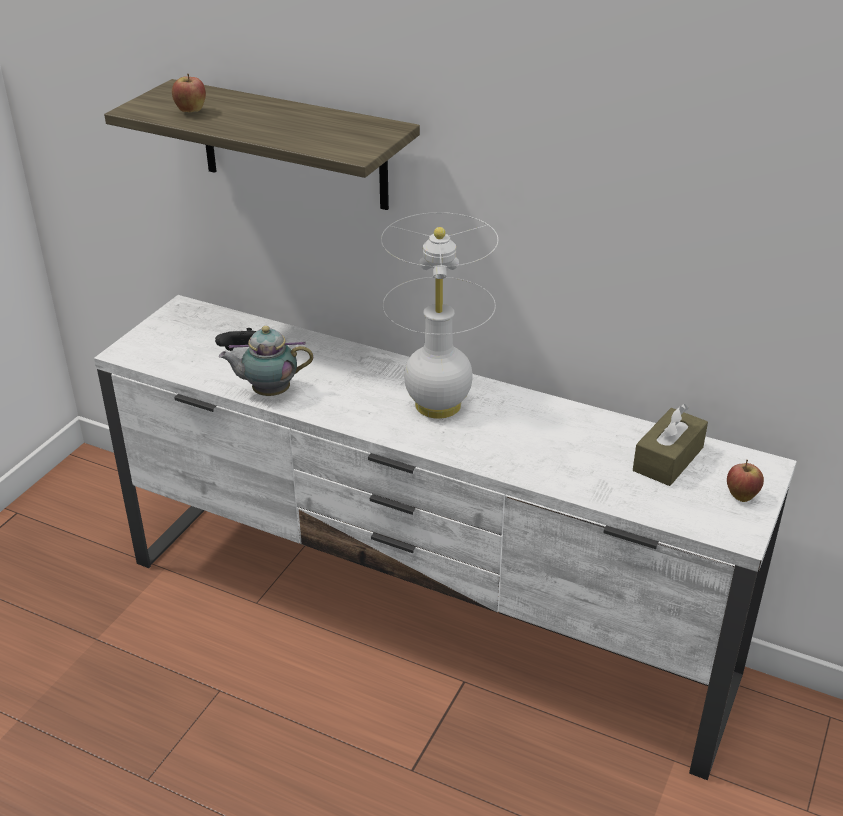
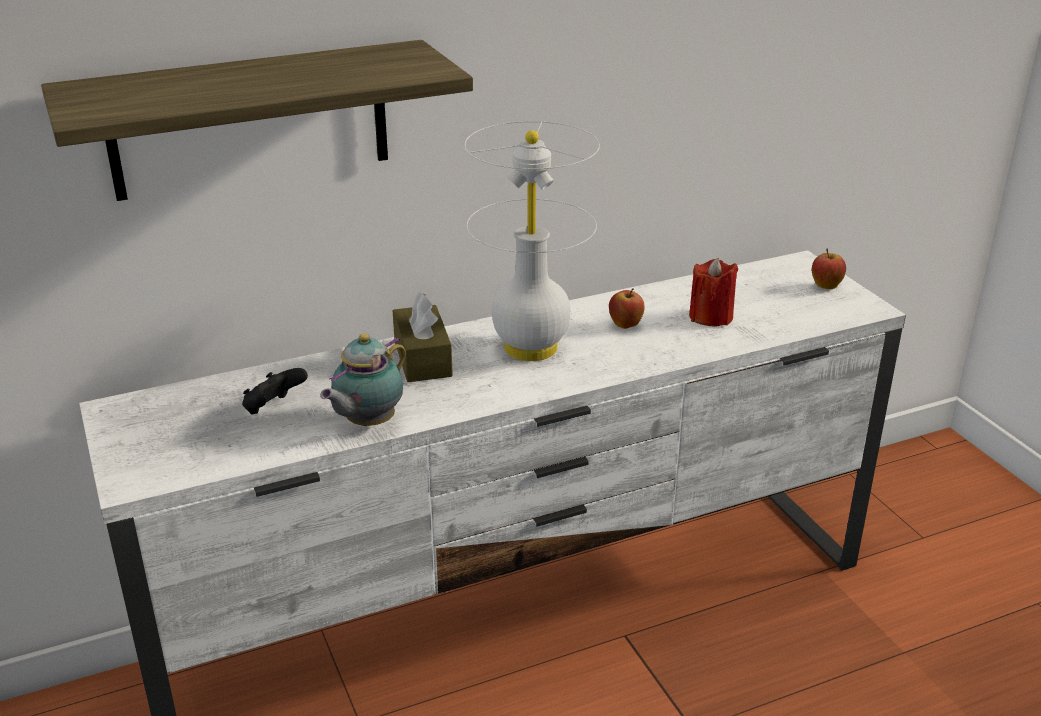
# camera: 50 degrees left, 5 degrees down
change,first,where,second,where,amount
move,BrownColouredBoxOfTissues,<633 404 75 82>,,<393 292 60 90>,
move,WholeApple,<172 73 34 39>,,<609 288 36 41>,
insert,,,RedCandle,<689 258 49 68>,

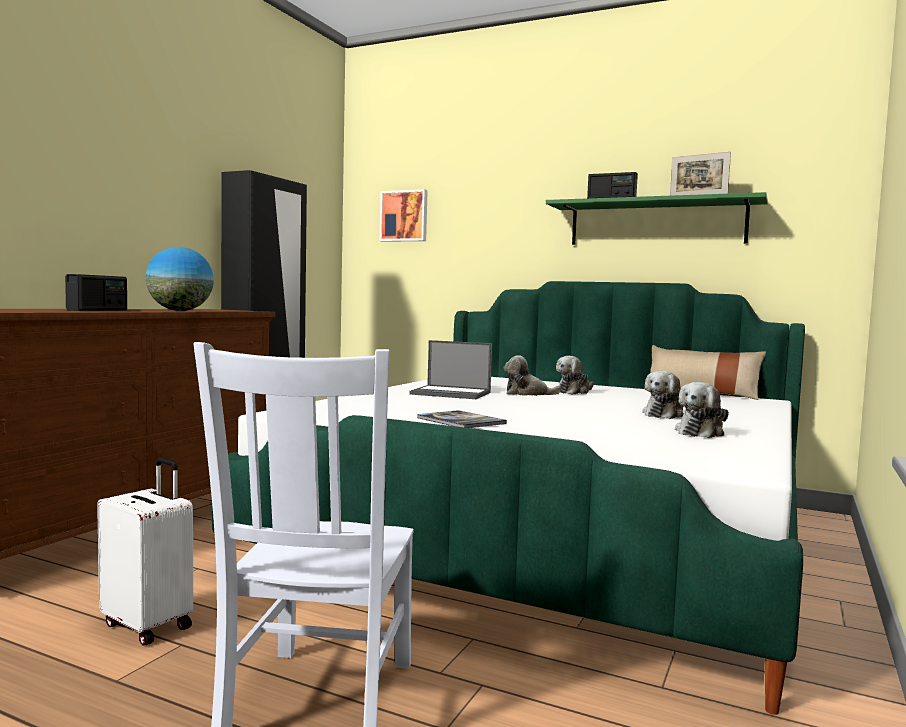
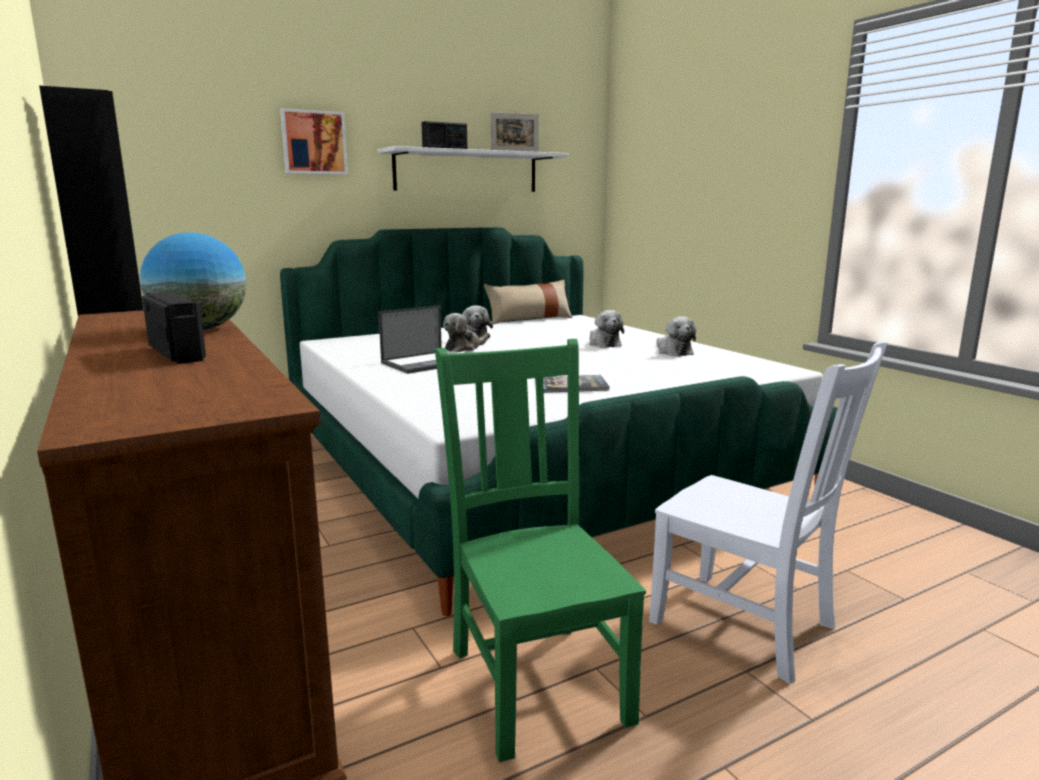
# camera: 55 degrees left, 10 degrees up
change,first,where,second,where,amount
move,WallPicture,<380 189 48 53>,,<280 108 68 67>,
recolor,GreenColouredBracketShelf,<546 192 222 53>,WhiteBracketShelf,<378 146 191 46>,
replace,WhiteTravelCase,<97 458 96 188>,GreenColouredChair,<435 339 211 423>,

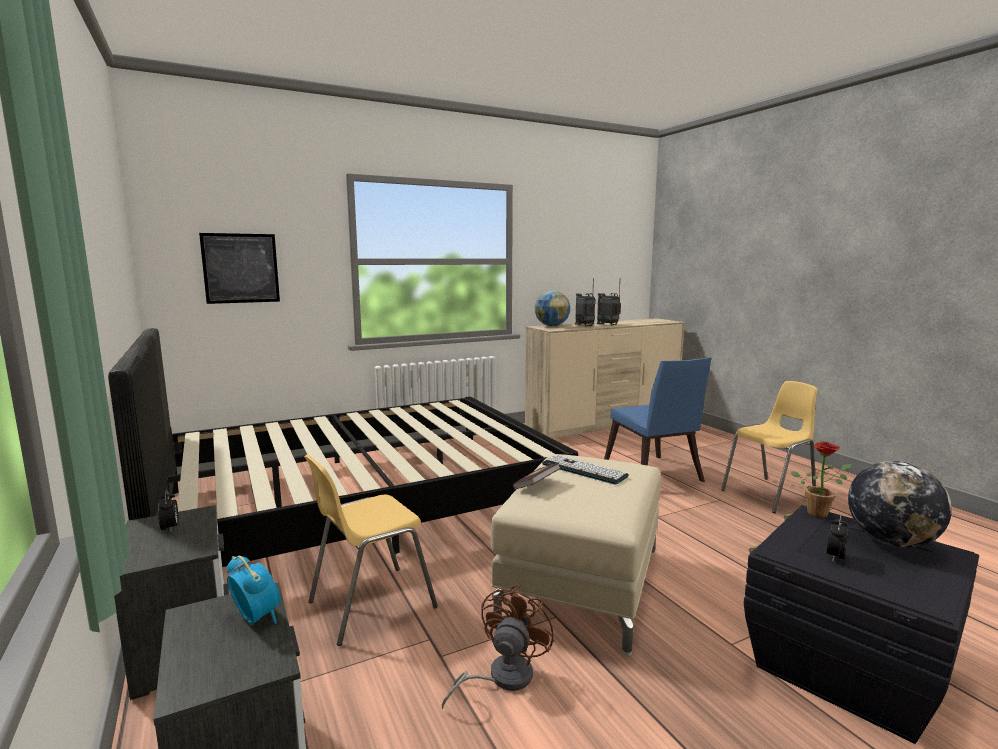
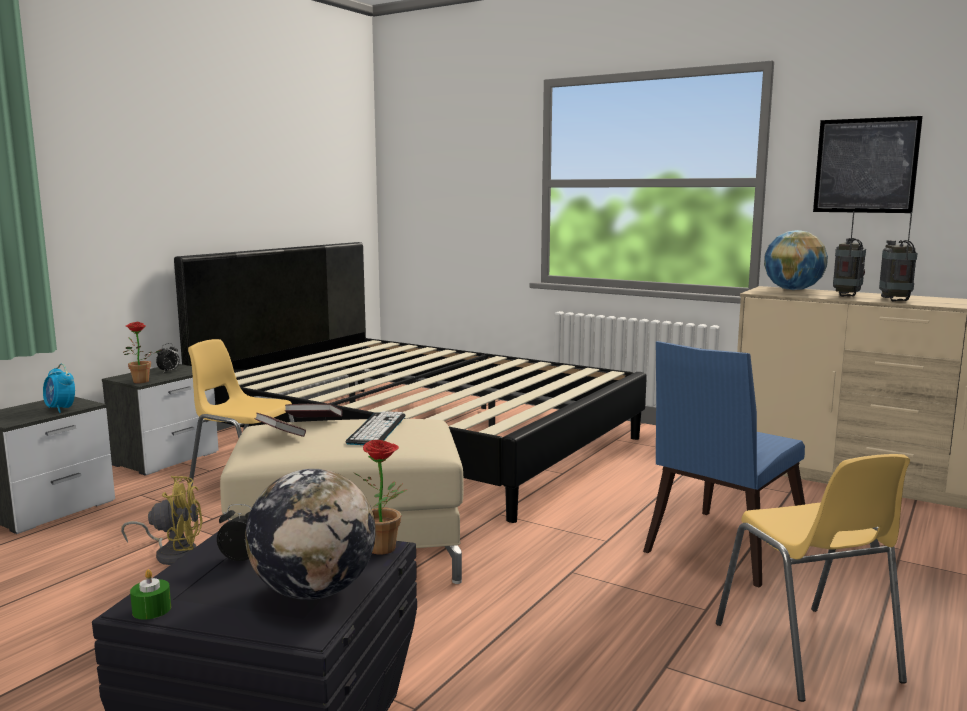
# camera: 60 degrees right, 0 degrees up
change,first,where,second,where,amount
rotate,TableClock,<227 556 53 68>,,<43 363 32 50>,120 degrees clockwise
recolor,BrownColouredCoolingFan,<441 585 113 124>,YellowCoolingFan,<121 476 82 89>,
insert,,,PottedPlant,<123 322 38 61>,
insert,,,GreenColouredCandle,<130 569 41 51>,
insert,,,Volume,<255 413 51 24>,
rotate,YellowChair,<721 381 96 132>,,<716 454 194 248>,45 degrees clockwise
move,WallPicture,<199 233 81 71>,,<813 116 110 97>,

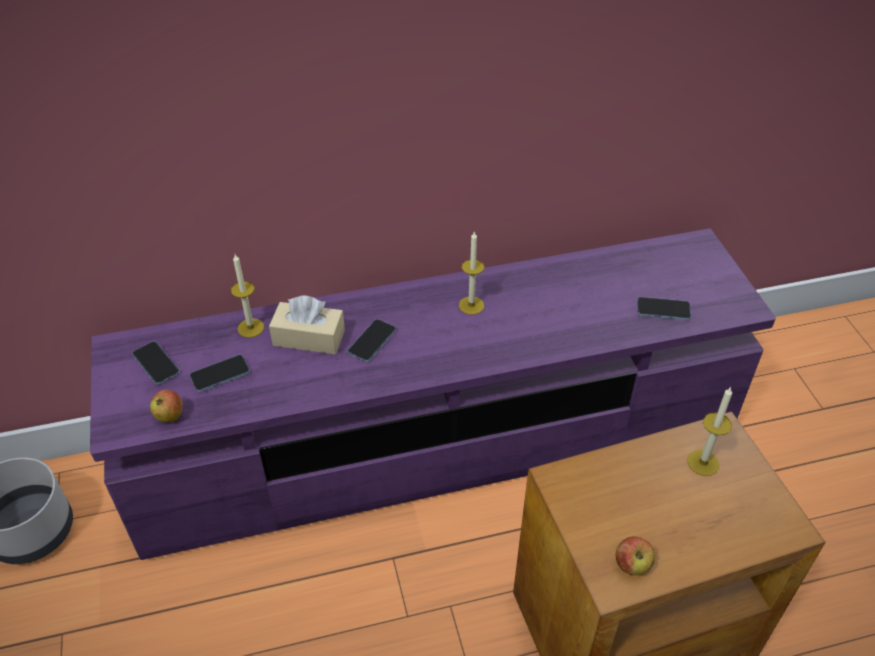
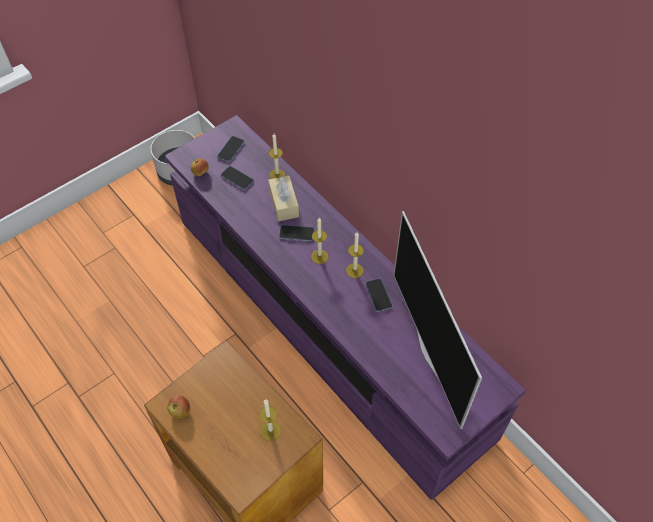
# camera: 65 degrees right, 10 degrees up
change,first,where,second,where,amount
insert,,,Candle,<311 218 17 46>,
move,Phone,<637 297 54 23>,,<365 278 27 34>,
insert,,,Television,<394 211 88 218>,

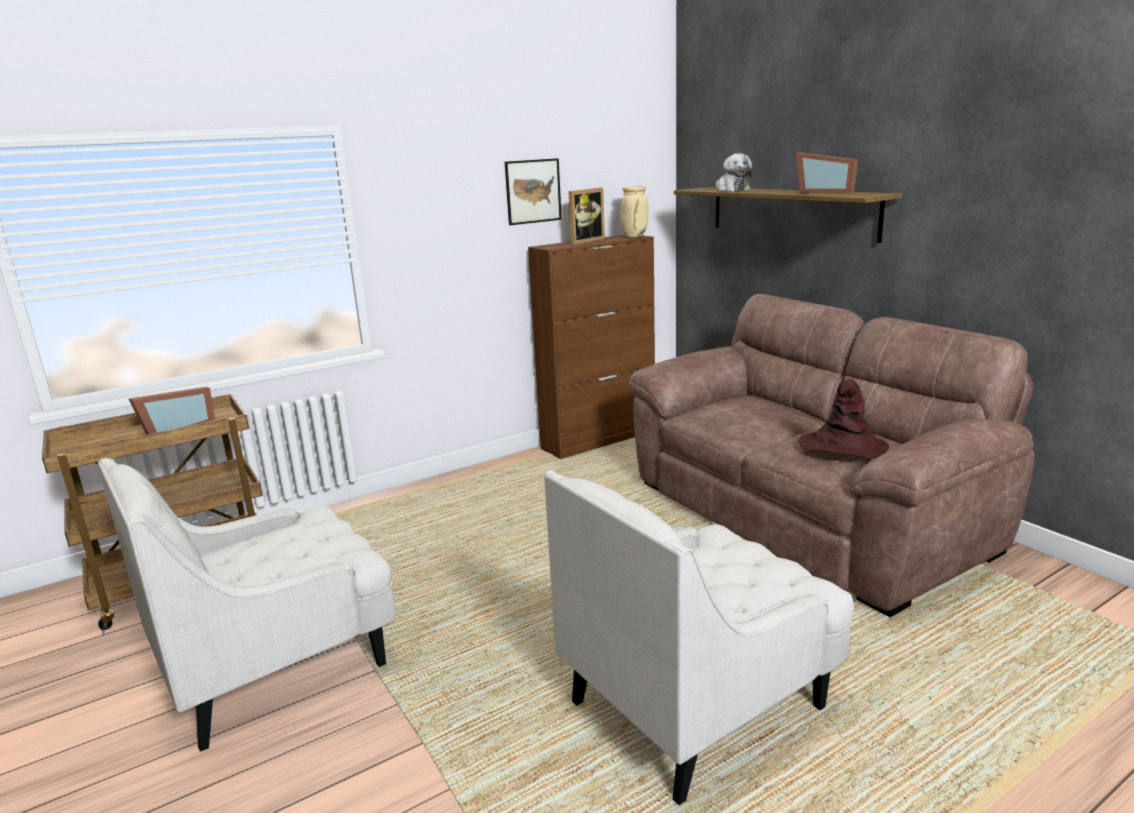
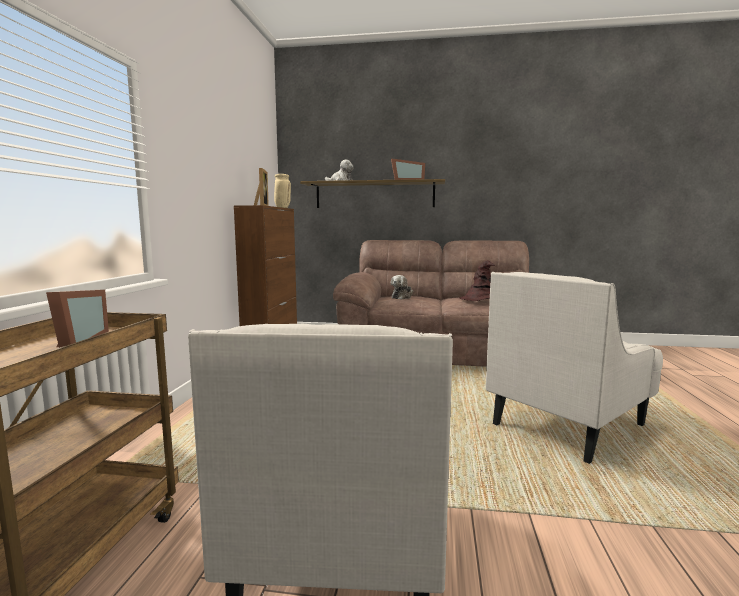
# camera: 50 degrees left, 10 degrees down
change,first,where,second,where,amount
insert,,,PlushToy,<391 275 22 24>,
rotate,WhiteArmchair,<544 471 310 334>,,<486 272 177 192>,45 degrees clockwise
delete,WallPicture,<505 158 57 67>,,,

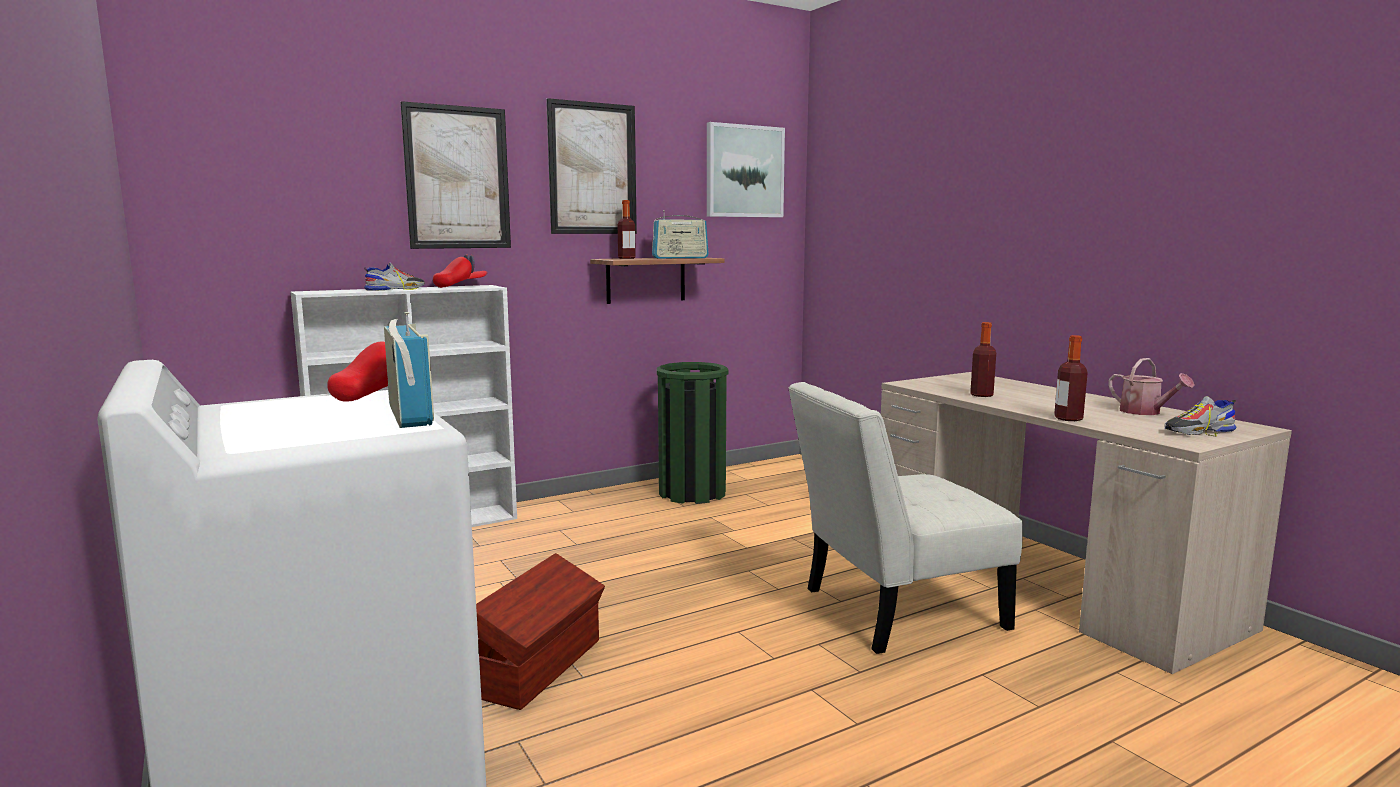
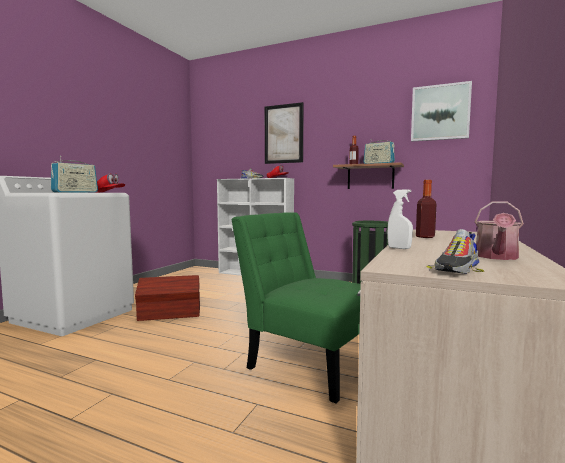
# camera: 55 degrees right, 5 degrees down
change,first,where,second,where,amount
recolor,WhiteChair,<788 382 235 272>,GreenColouredChair,<231 212 130 192>,
replace,DrinkBottle,<1054 335 34 86>,WhiteSprayer,<387 189 26 60>,
rotate,ItemOfFootwear,<1164 396 73 40>,,<426 229 58 45>,90 degrees counterclockwise
delete,WallPicture,<546 98 91 136>,,,

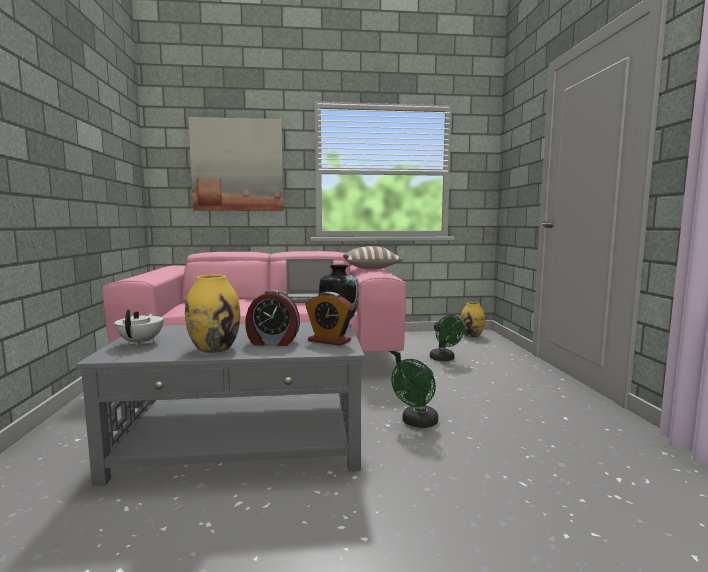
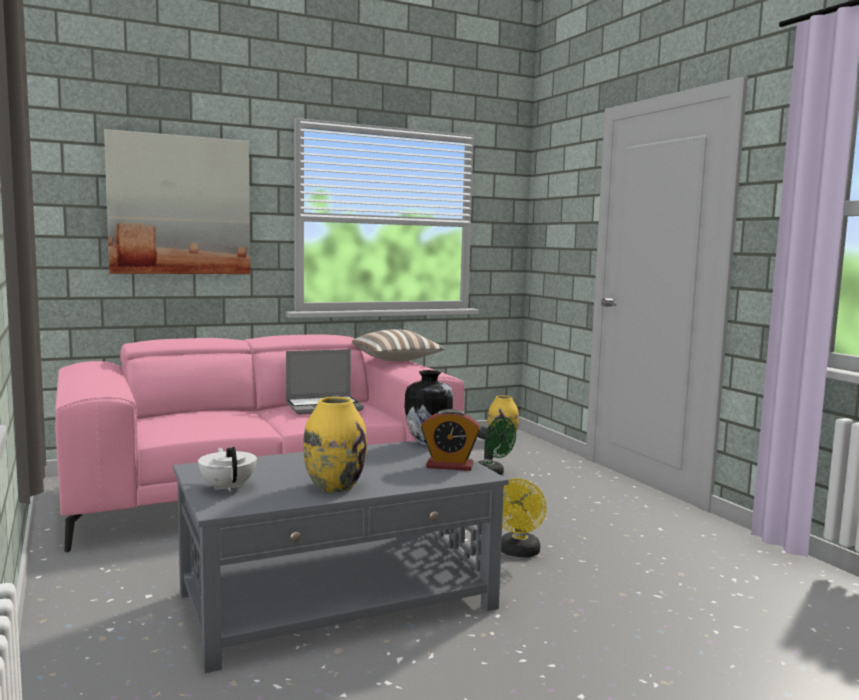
# camera: 20 degrees left, 0 degrees up
change,first,where,second,where,amount
recolor,GreenColouredCoolingFan,<391 359 47 69>,YellowCoolingFan,<501 478 45 79>,
delete,TableClock,<245 290 55 56>,,,

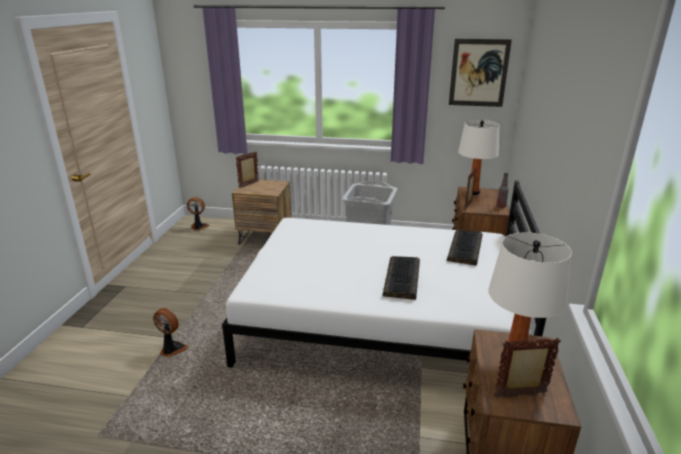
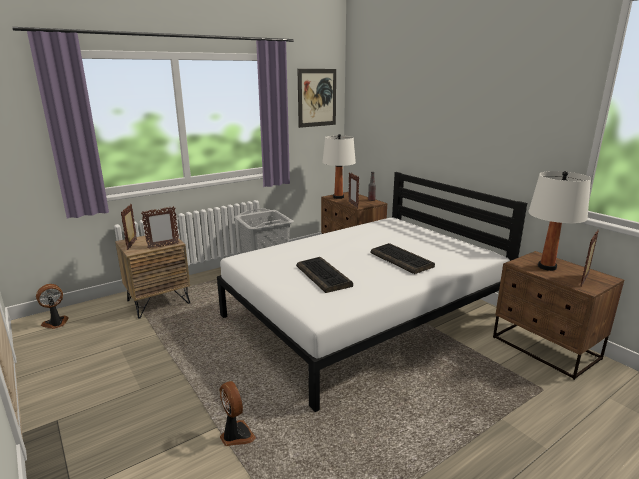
# camera: 45 degrees left, 5 degrees down
change,first,where,second,where,amount
insert,,,PictureFrame,<141 206 38 43>,
rotate,CoolingFan,<153 308 36 50>,,<220 381 36 65>,75 degrees clockwise
move,Keyboard,<447 230 35 36>,,<296 257 57 36>,

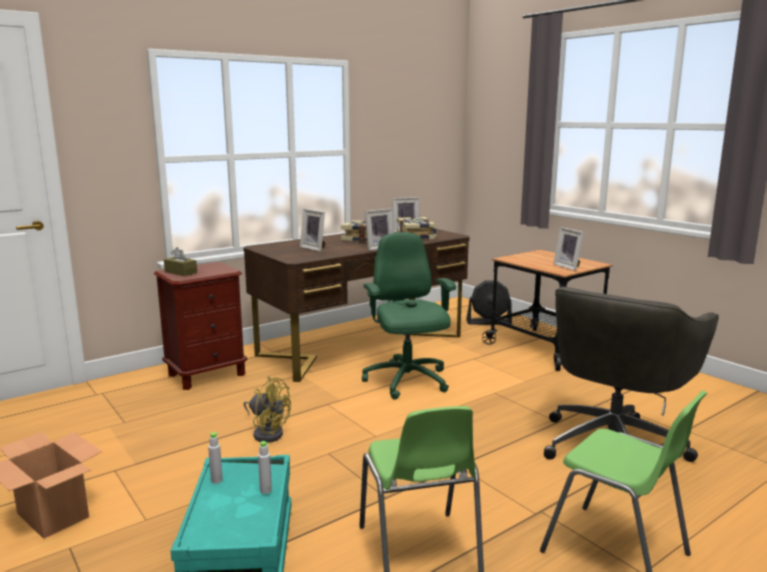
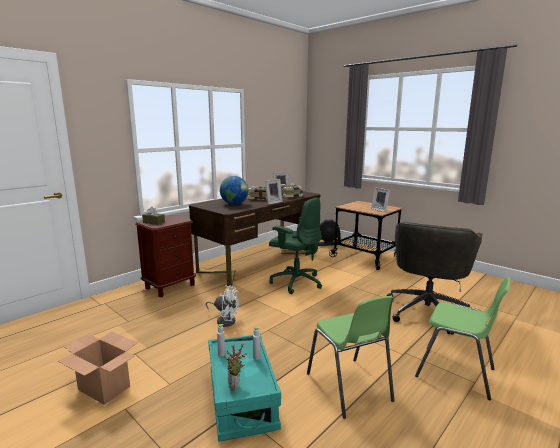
# camera: 10 degrees left, 0 degrees up
change,first,where,second,where,amount
recolor,YellowCoolingFan,<244 376 47 66>,WhiteCoolingFan,<206 285 33 42>,
replace,PictureFrame,<300 209 25 42>,DeskGlobe,<220 176 28 29>,
insert,,,PottedPlant,<223 344 24 48>,
rotate,GreenColouredDeskChair,<362 232 94 168>,,<269 198 53 96>,150 degrees clockwise

